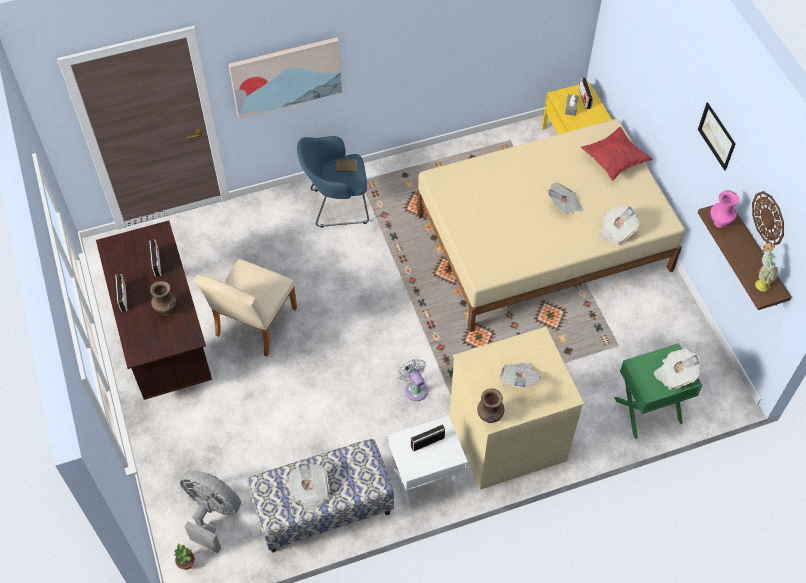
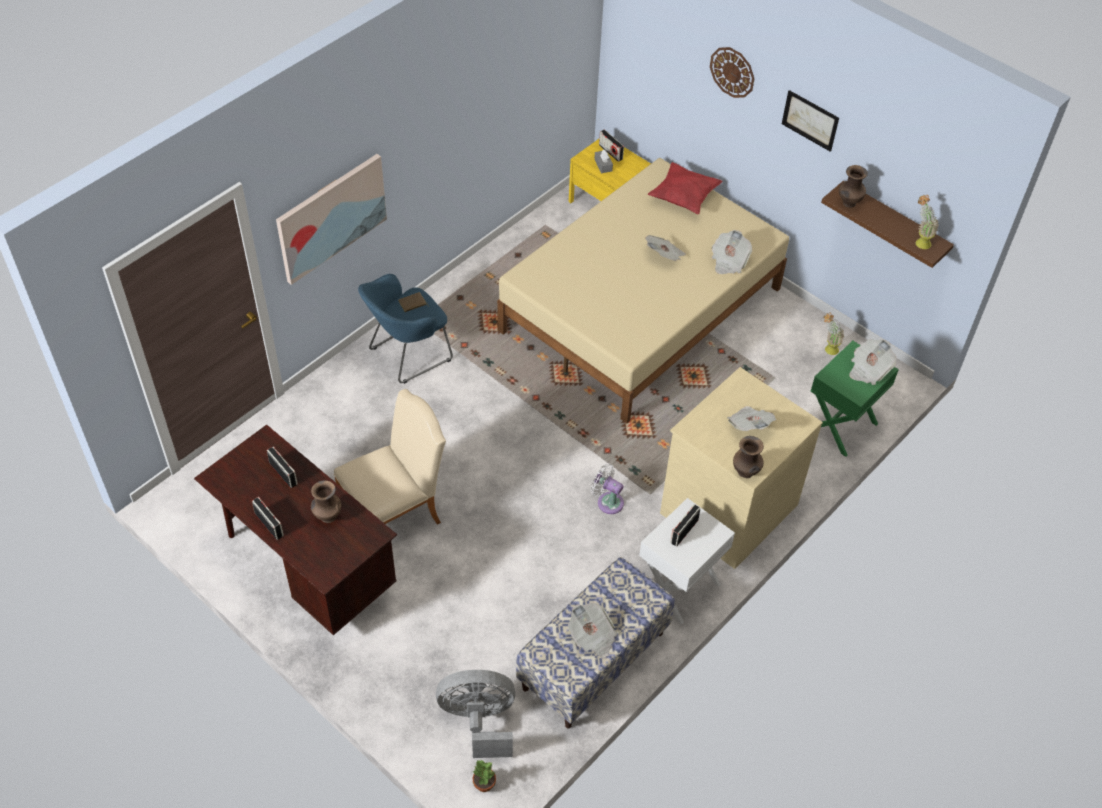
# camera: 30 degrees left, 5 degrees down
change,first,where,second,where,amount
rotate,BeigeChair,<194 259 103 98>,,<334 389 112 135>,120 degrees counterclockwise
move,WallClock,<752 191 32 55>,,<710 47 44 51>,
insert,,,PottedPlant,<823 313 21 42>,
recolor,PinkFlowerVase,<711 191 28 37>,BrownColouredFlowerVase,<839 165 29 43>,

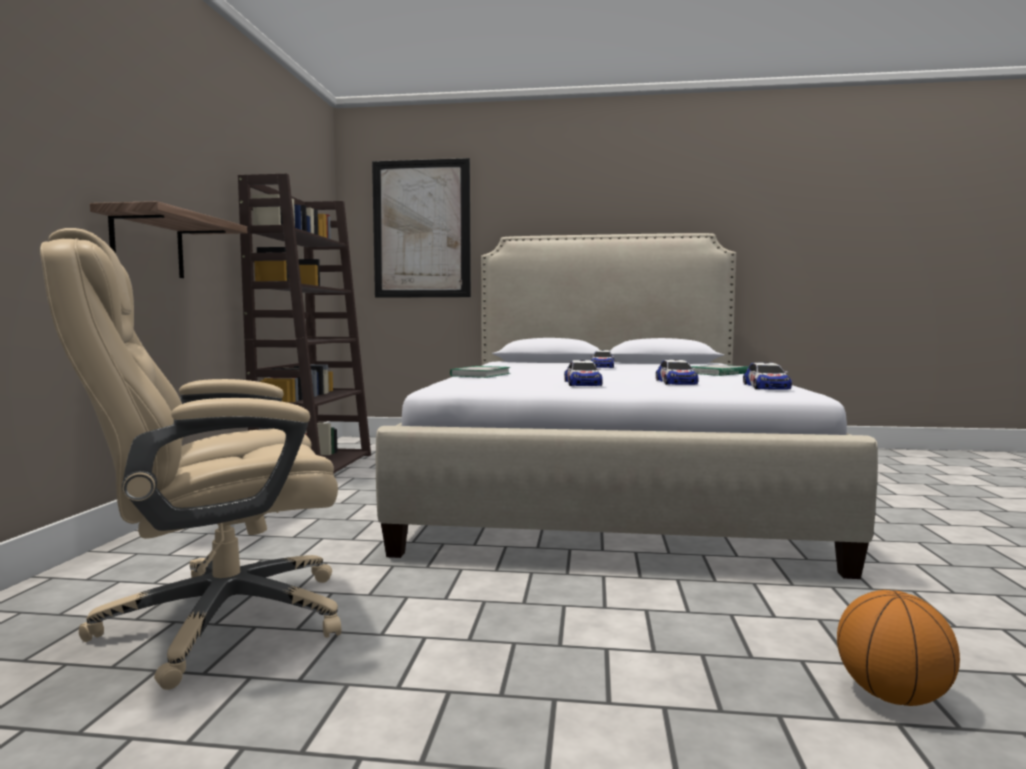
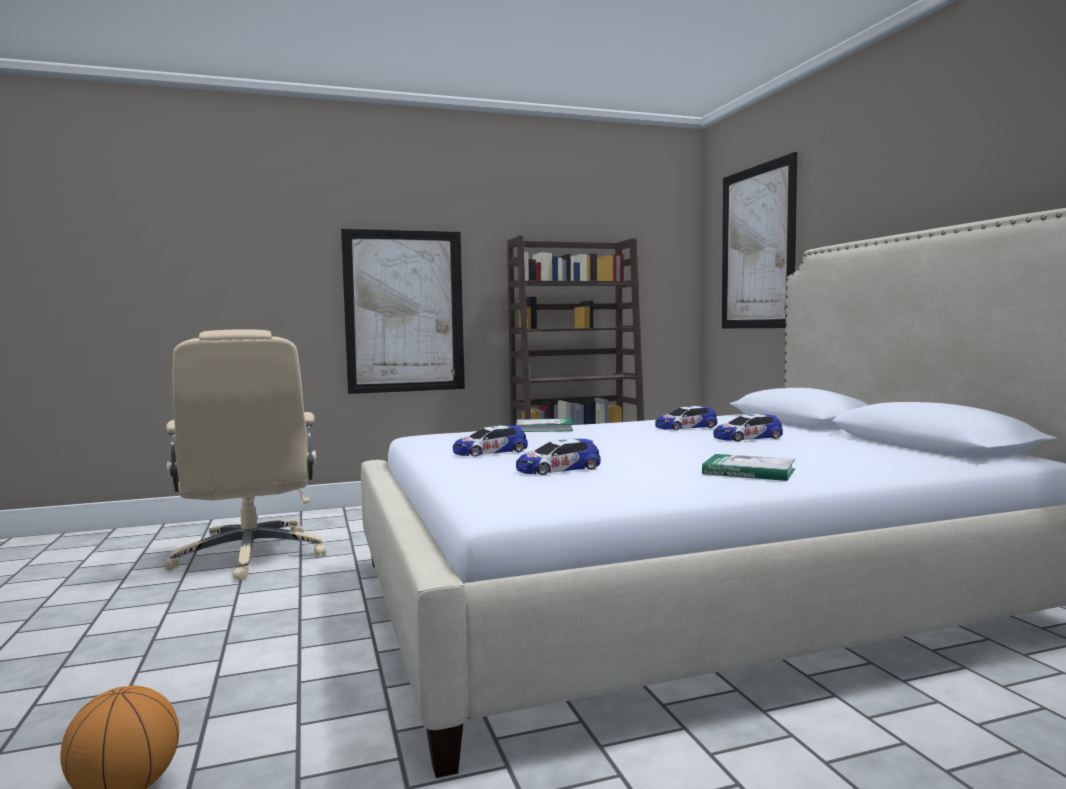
# camera: 65 degrees right, 0 degrees up
change,first,where,second,where,amount
rotate,BeigeDeskChair,<40 228 301 462>,,<164 330 162 250>,150 degrees counterclockwise
replace,BracketShelf,<90 201 157 77>,WallPicture,<341 228 124 166>,
move,ToyCar,<743 362 49 28>,,<655 406 62 24>,

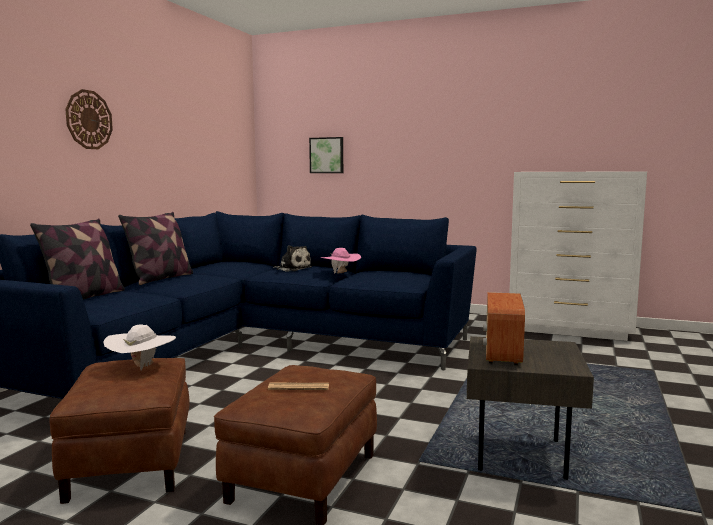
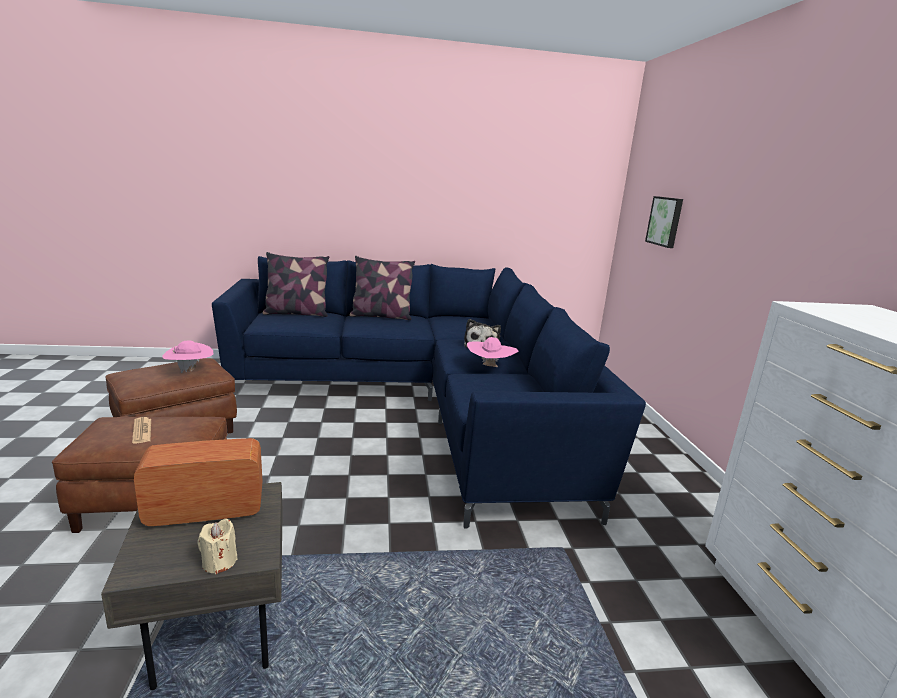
# camera: 60 degrees right, 10 degrees up
change,first,where,second,where,amount
recolor,WhiteWearableHat,<104 324 72 47>,PinkWearableHat,<162 341 51 32>,
insert,,,BeigeCandle,<197 519 41 55>,
delete,WallClock,<65 89 48 60>,,,

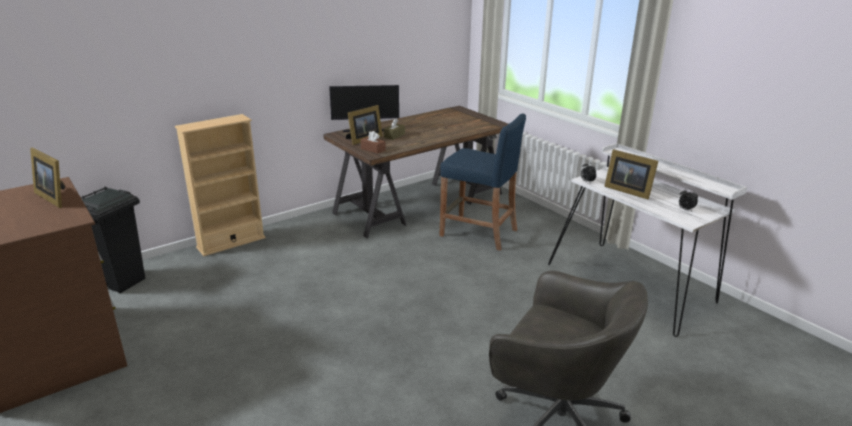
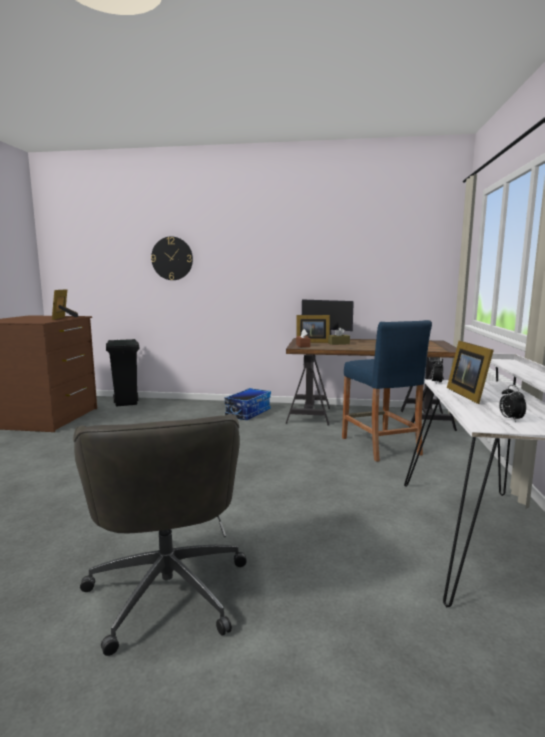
# camera: 45 degrees right, 15 degrees down
change,first,where,second,where,amount
insert,,,WallClock,<151 236 42 44>,
insert,,,StorageBin,<224 388 47 32>,
delete,BeigeBookcase,<175 114 91 142>,,,

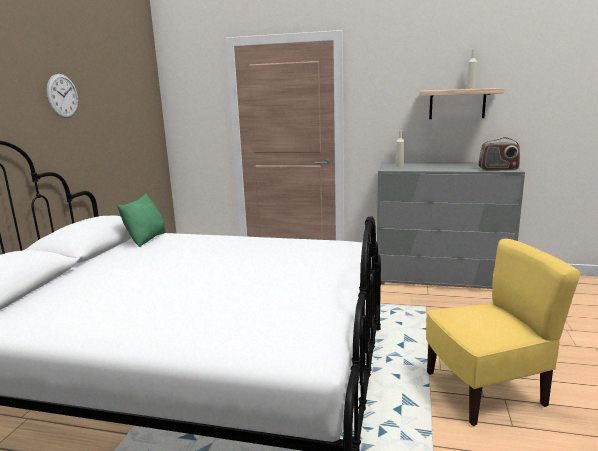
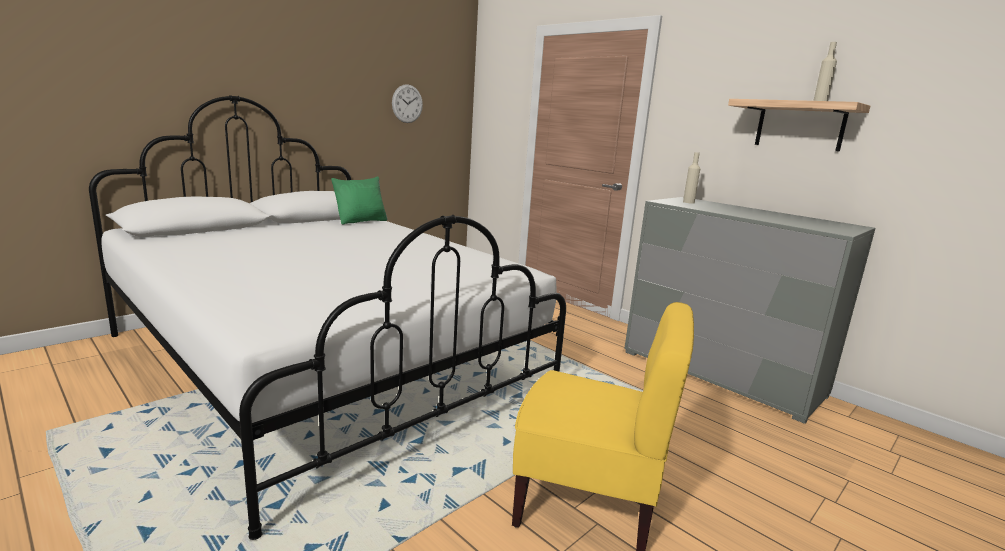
# camera: 30 degrees right, 0 degrees up
change,first,where,second,where,amount
move,WallClock,<46 74 32 44>,,<392 84 31 39>,
delete,Radio,<479 137 41 33>,,,

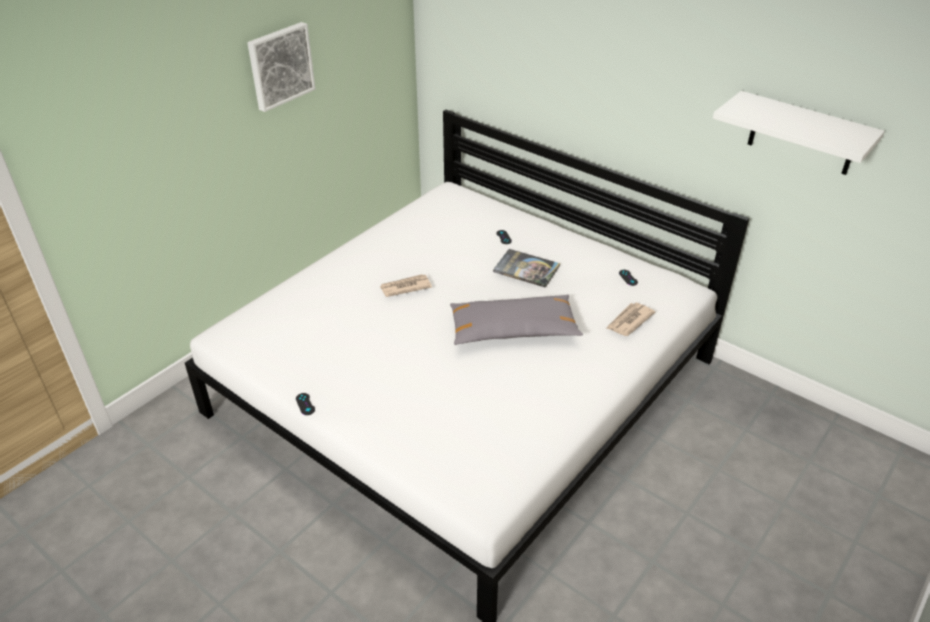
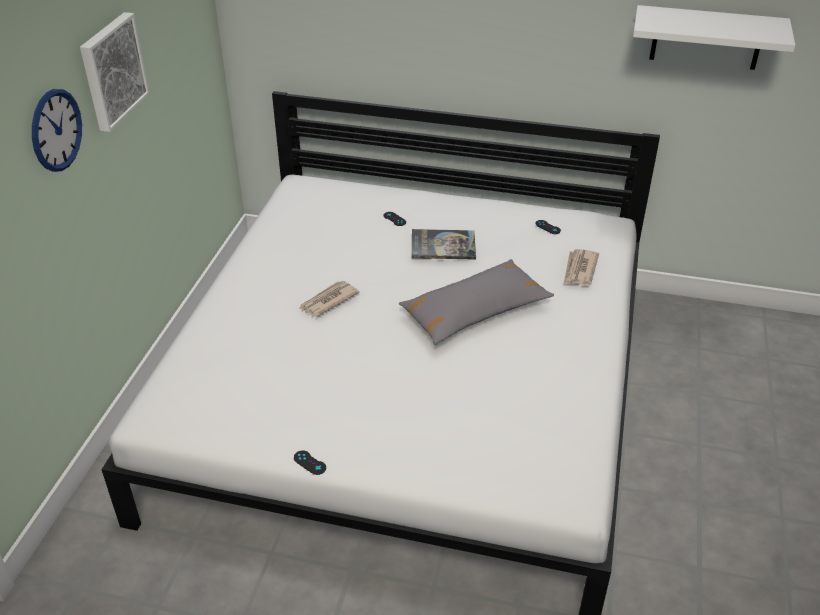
# camera: 25 degrees left, 0 degrees up
change,first,where,second,where,amount
insert,,,WallClock,<32 89 50 83>,

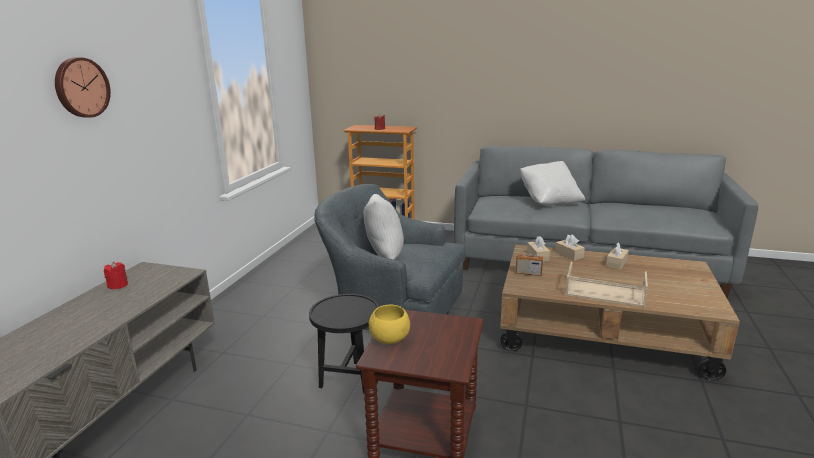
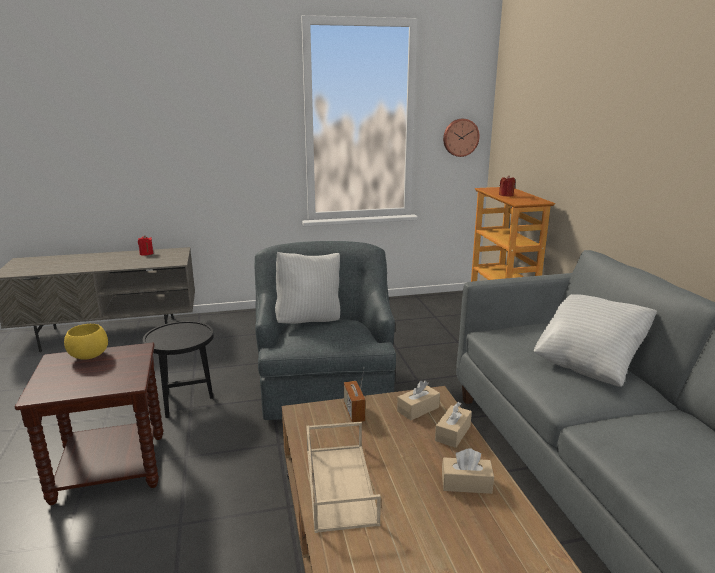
# camera: 60 degrees right, 0 degrees up
change,first,where,second,where,amount
move,WallClock,<55 57 56 61>,,<443 118 37 39>,

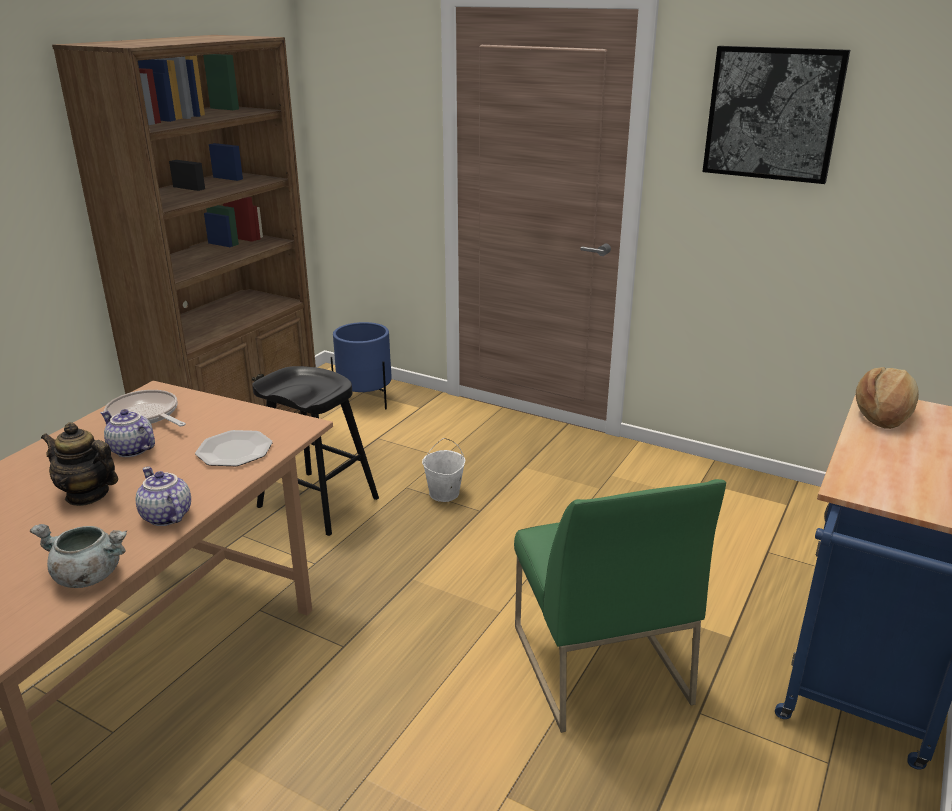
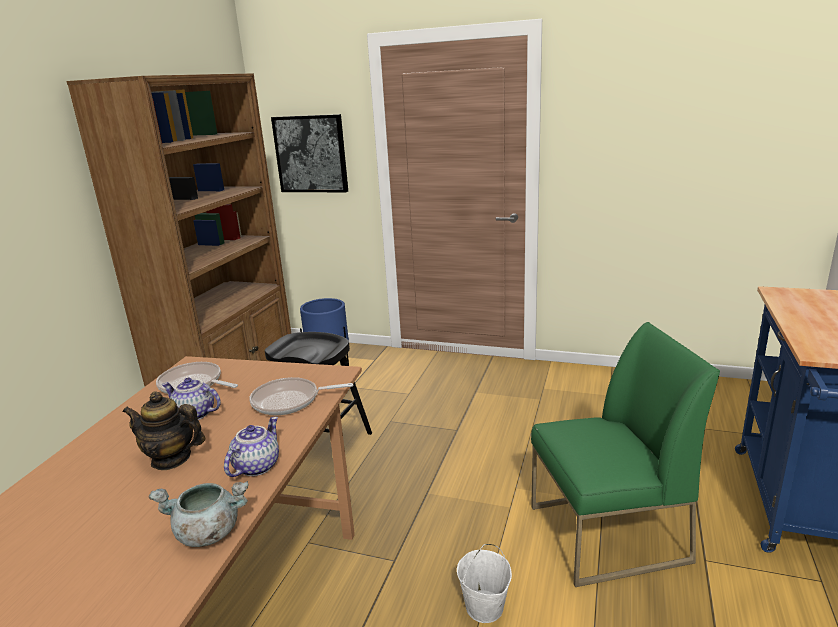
# camera: 10 degrees left, 5 degrees down
change,first,where,second,where,amount
rotate,TeaPot,<136 467 55 59>,,<224 417 55 60>,75 degrees clockwise
replace,Plate,<195 430 78 36>,Skillet,<249 377 104 38>,
move,WallPicture,<702 46 148 138>,,<271 114 77 78>,
move,WhitePail,<422 438 43 64>,,<457 544 55 79>,
rotate,GreenColouredChair,<514 479 212 254>,,<531 322 189 265>,75 degrees counterclockwise
delete,Bread,<856 367 63 62>,,,

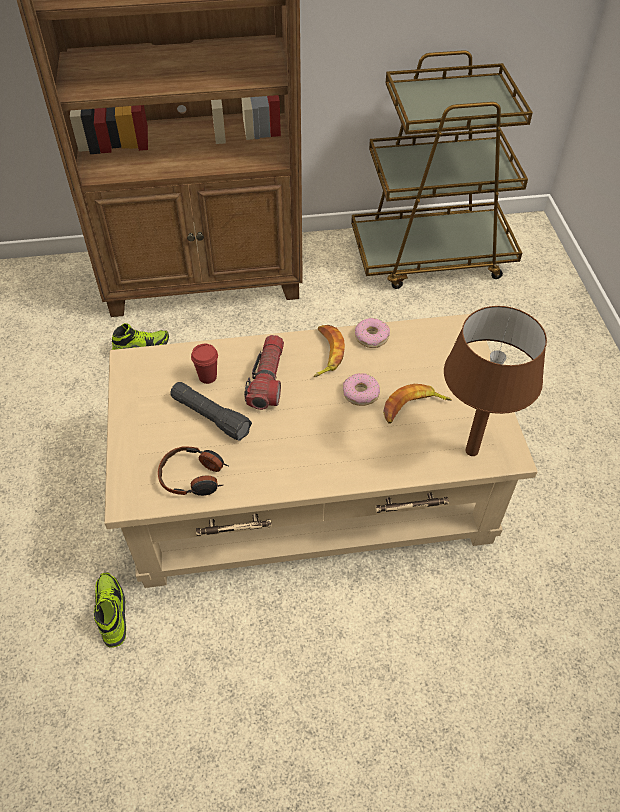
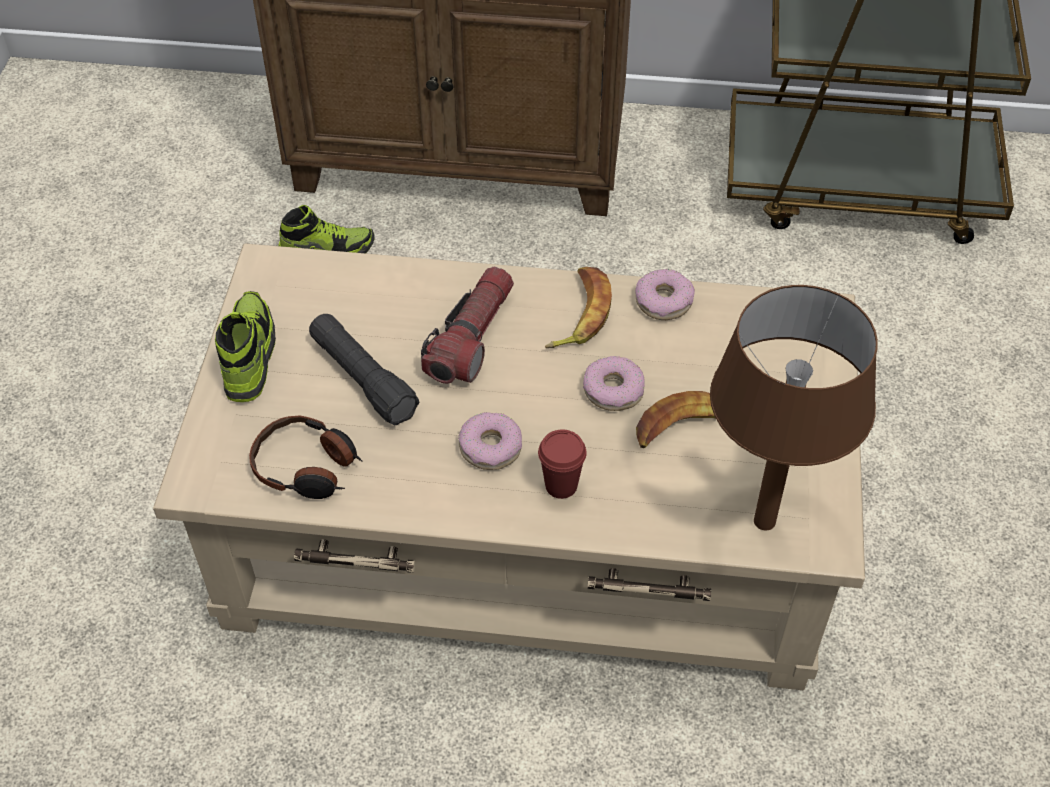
# camera: 15 degrees right, 0 degrees up
change,first,where,second,where,amount
move,ItemOfFootwear,<94 572 32 76>,,<215 291 61 111>,
insert,,,Donut,<458 412 64 58>,
move,RedSmallCup,<191 344 27 40>,,<538 429 49 70>,

